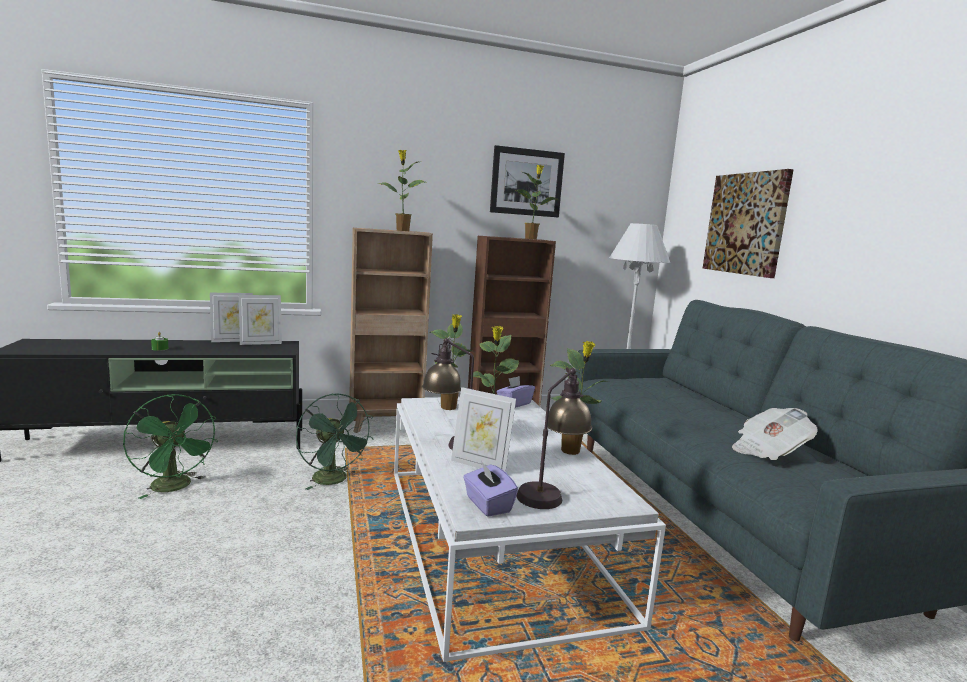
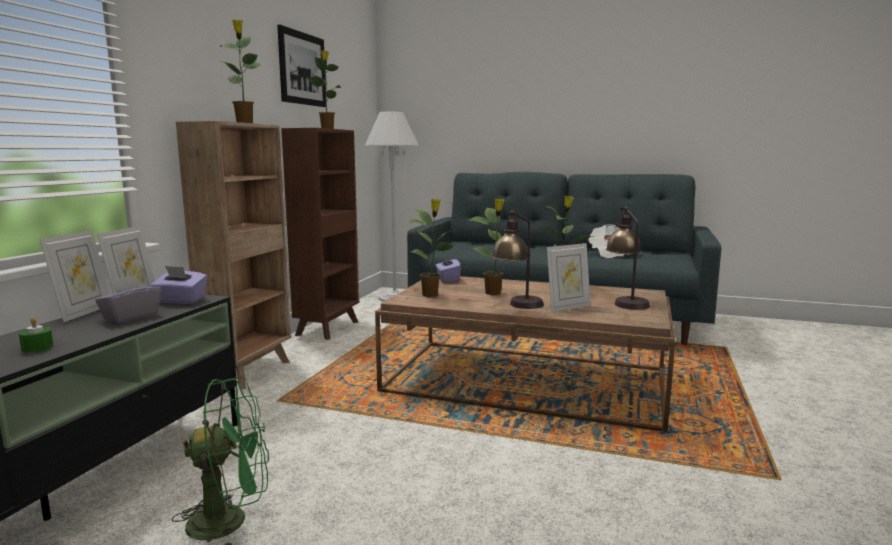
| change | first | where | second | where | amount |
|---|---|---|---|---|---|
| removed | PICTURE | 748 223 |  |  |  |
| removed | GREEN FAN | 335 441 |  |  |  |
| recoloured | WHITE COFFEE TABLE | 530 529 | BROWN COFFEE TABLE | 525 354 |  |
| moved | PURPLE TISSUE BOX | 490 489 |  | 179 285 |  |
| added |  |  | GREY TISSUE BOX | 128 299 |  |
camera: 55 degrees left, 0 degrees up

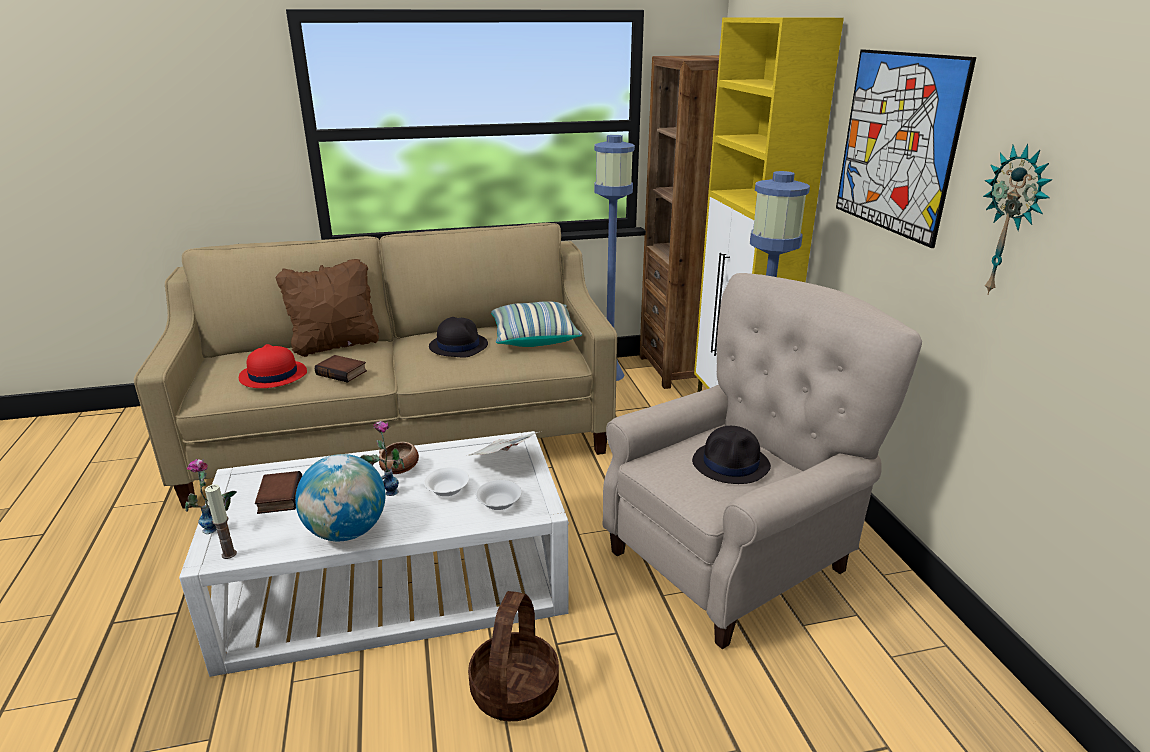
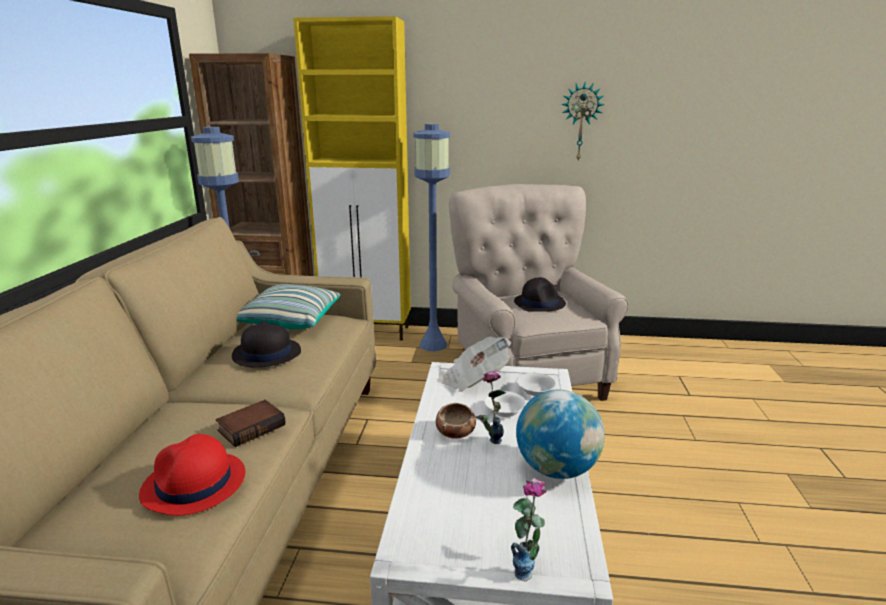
| change | first | where | second | where | amount |
|---|---|---|---|---|---|
| removed | PICTURE | 906 148 |  |  |  |
| removed | BROWN PILLOW | 327 308 |  |  |  |
| removed | BOOK | 278 492 |  |  |  |
| removed | CANDLE | 221 521 |  |  |  |
| removed | BASKET | 513 656 |  |  |  |
camera: 70 degrees left, 5 degrees down

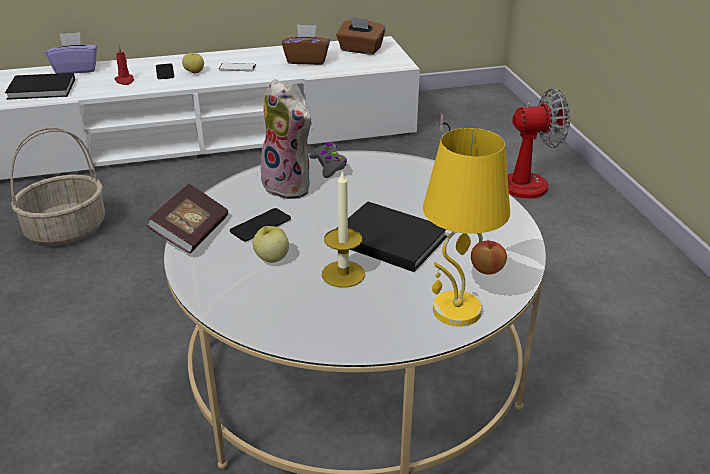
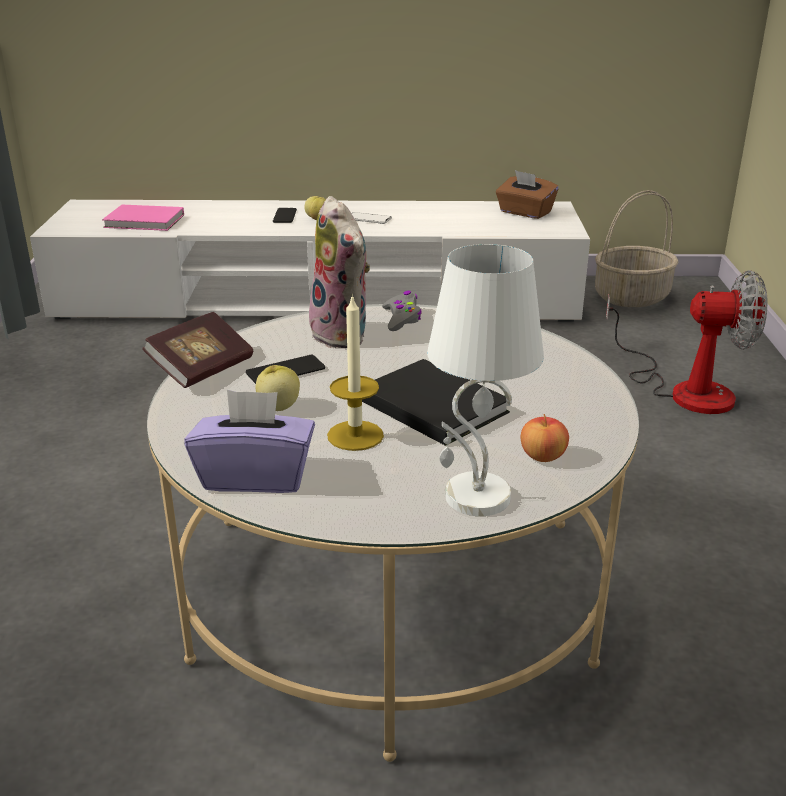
| change | first | where | second | where | amount |
|---|---|---|---|---|---|
| removed | BROWN TISSUE BOX | 306 44 |  |  |  |
| moved | PURPLE TISSUE BOX | 71 53 |  | 249 441 |  |
| removed | RED CANDLE | 124 65 |  |  |  |
| recoloured | BLACK BOOK | 40 86 | PINK BOOK | 143 218 |  |
| moved | BASKET | 58 186 |  | 636 248 |  |
| recoloured | YELLOW TABLE LAMP | 466 227 | WHITE TABLE LAMP | 485 380 |  |
camera: 15 degrees right, 5 degrees down

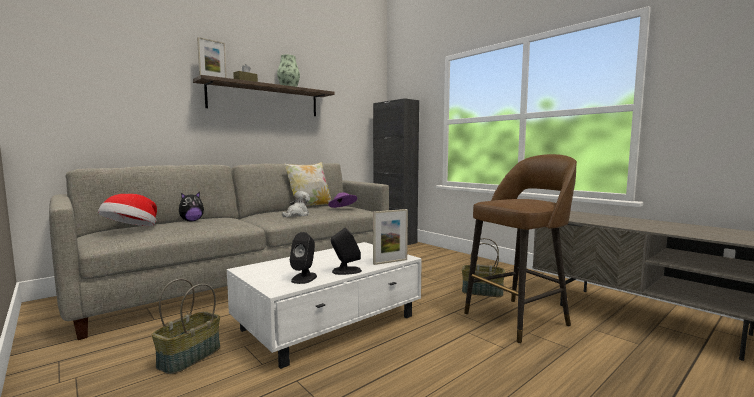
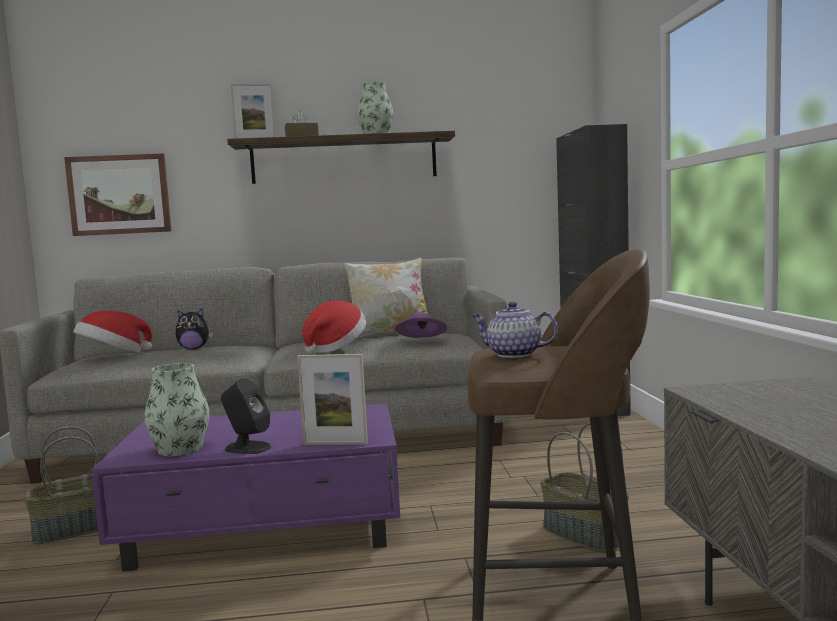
| change | first | where | second | where | amount |
|---|---|---|---|---|---|
| replaced | PLUSH TOY | 296 204 | HAT | 334 327 |  |
| replaced | BLACK SPEAKER | 303 258 | VASE | 177 409 |  |
| recoloured | WHITE COFFEE TABLE | 324 305 | PURPLE COFFEE TABLE | 245 488 |  |
| added |  |  | PICTURE | 117 194 |  |
| added |  |  | TEAPOT | 514 330 |  |
camera: 35 degrees right, 0 degrees up

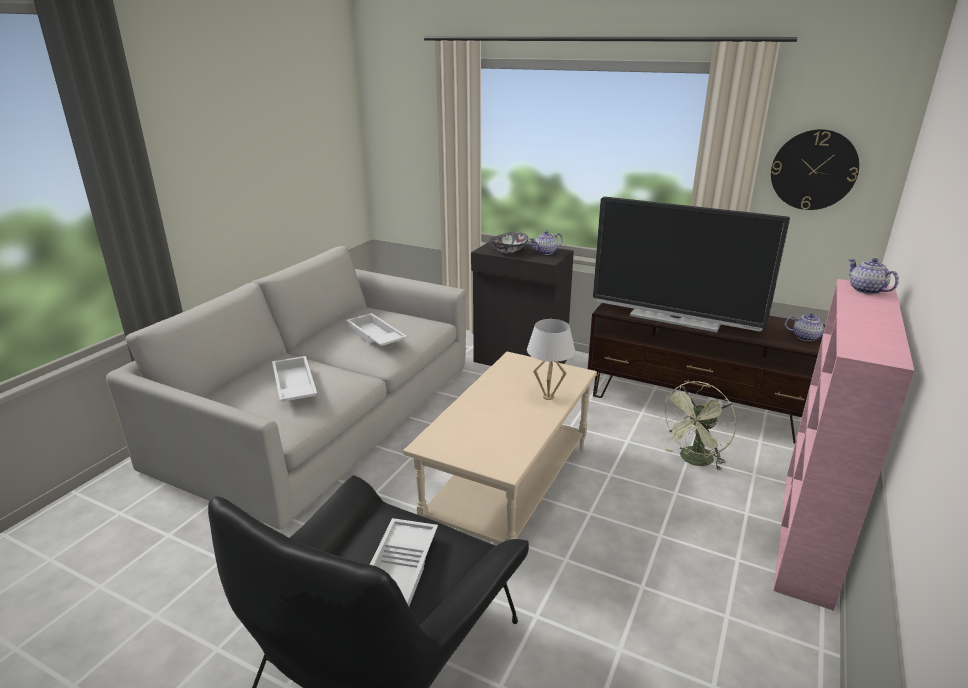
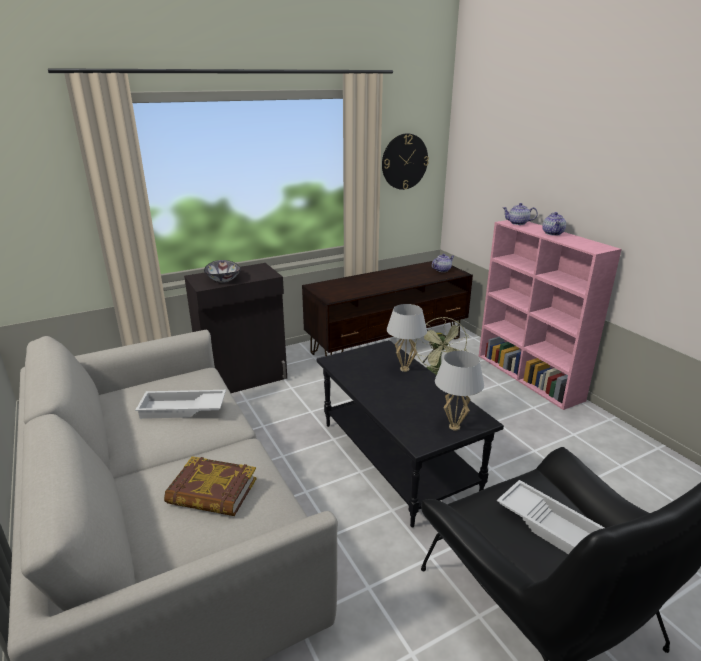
| change | first | where | second | where | amount |
|---|---|---|---|---|---|
| removed | TELEVISION | 691 264 |  |  |  |
| moved | TEAPOT | 546 243 |  | 554 224 |  |
| recoloured | BEIGE COFFEE TABLE | 500 448 | BLACK COFFEE TABLE | 410 433 |  |
| replaced | WHITE TRAY | 294 379 | BOOK | 210 486 |  |
| added |  |  | WHITE TABLE LAMP | 459 391 |  |
camera: 55 degrees left, 0 degrees up

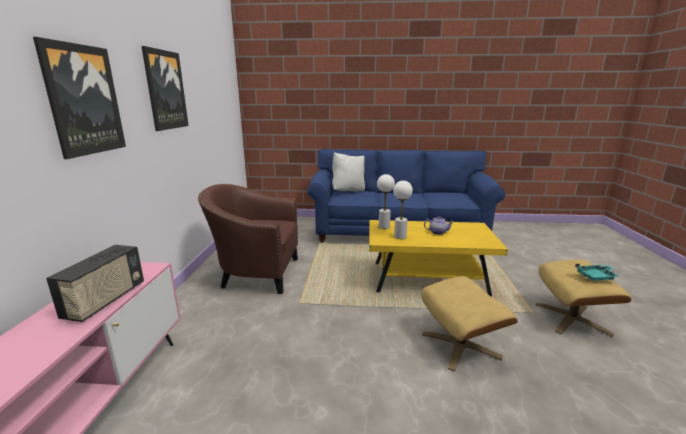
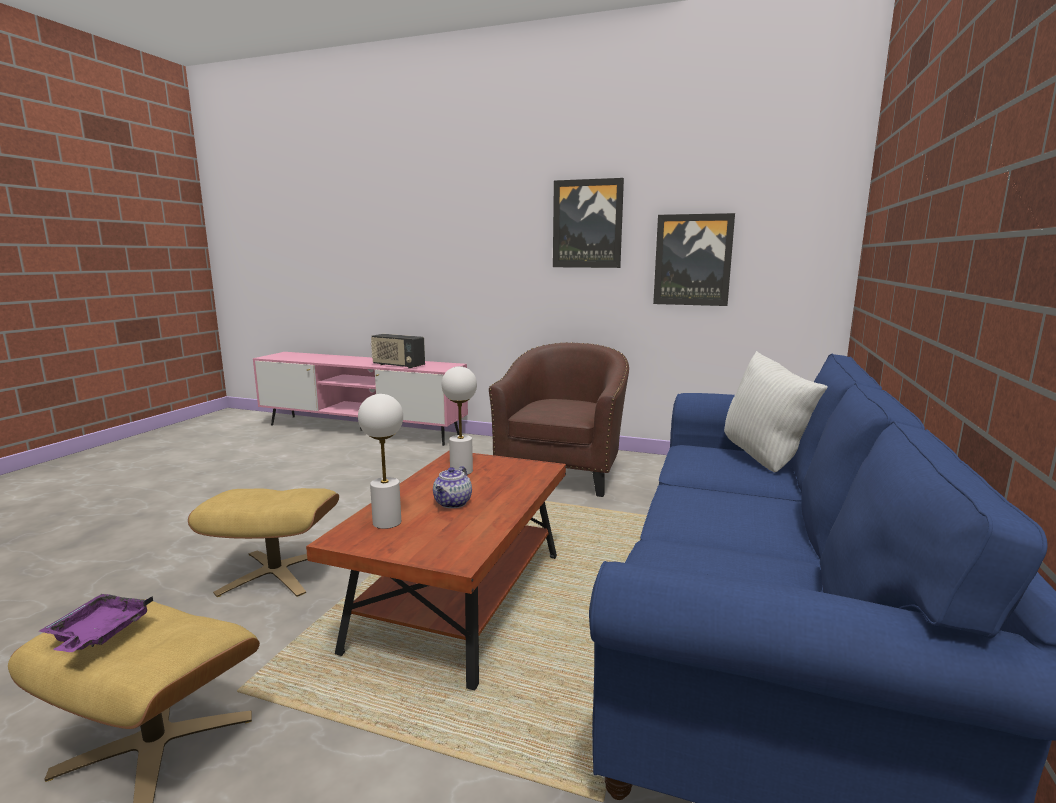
| change | first | where | second | where | amount |
|---|---|---|---|---|---|
| moved | PICTURE | 79 98 |  | 694 259 |  |
| moved | WHITE TABLE LAMP | 386 201 |  | 380 461 |  |
| recoloured | YELLOW COFFEE TABLE | 438 258 | BROWN COFFEE TABLE | 436 570 |  |
| recoloured | TURQUOISE TRAY | 597 272 | PURPLE TRAY | 96 623 |  |
camera: 105 degrees right, 5 degrees down

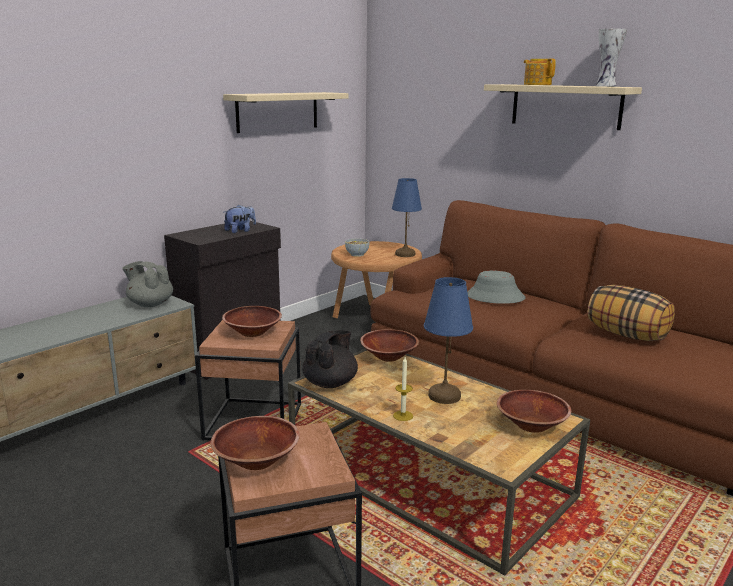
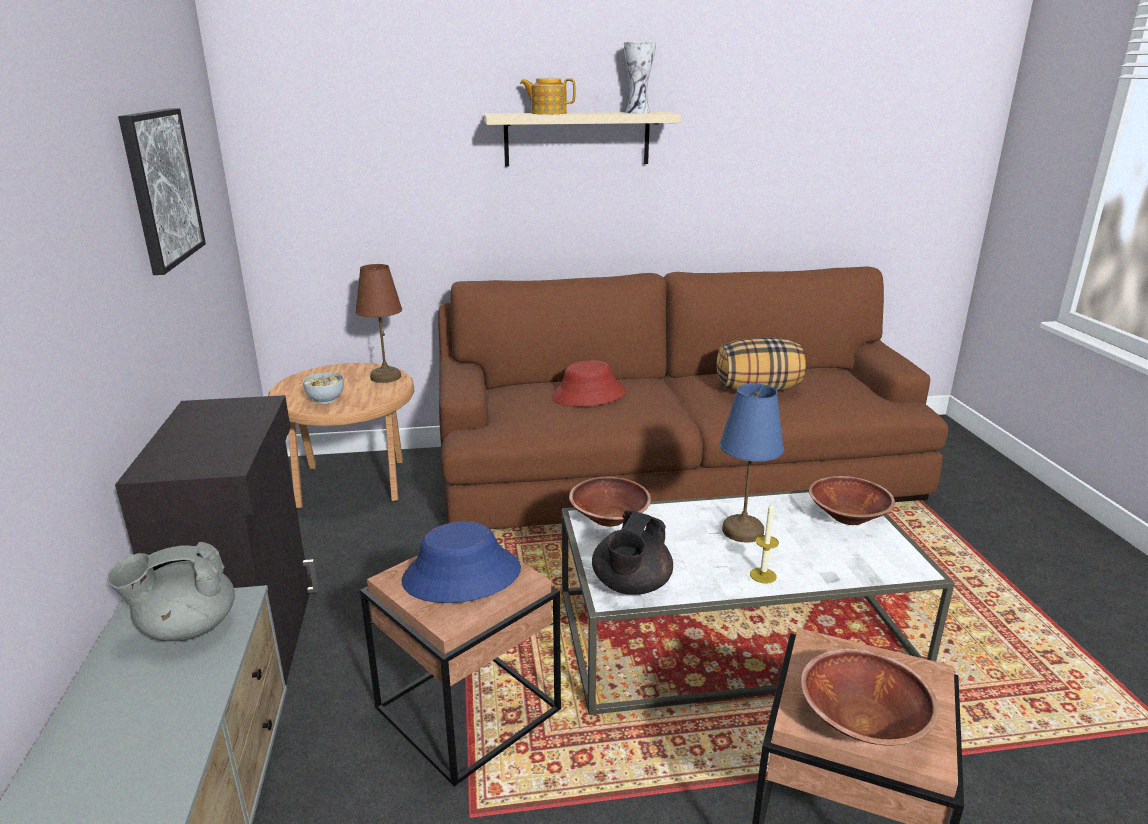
| change | first | where | second | where | amount |
|---|---|---|---|---|---|
| replaced | BEIGE SHELF | 285 112 | PICTURE | 162 191 |  |
| recoloured | BLUE TABLE LAMP | 407 217 | BROWN TABLE LAMP | 378 323 |  |
| removed | PLUSH TOY | 240 218 |  |  |  |
| recoloured | GREY HAT | 496 287 | RED HAT | 588 383 |  |
| replaced | BROWN BOWL | 252 321 | BLUE HAT | 461 562 |  |
| turned | BLACK TEAPOT | 330 359 |  | 632 552 | 135 degrees counterclockwise |
| recoloured | BROWN COFFEE TABLE | 439 462 | WHITE COFFEE TABLE | 758 602 |  |
camera: 50 degrees left, 5 degrees up

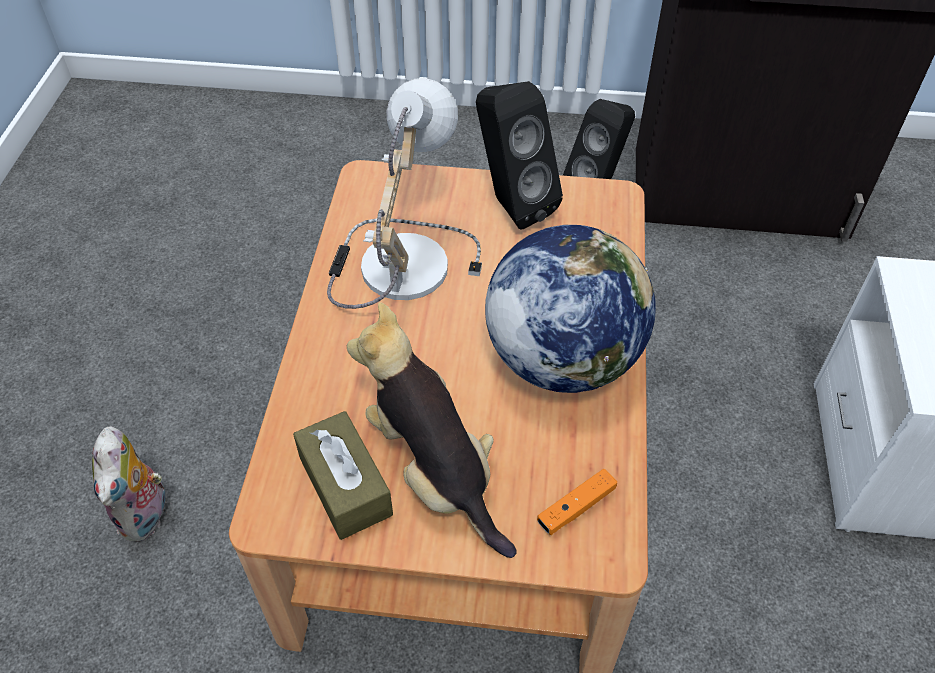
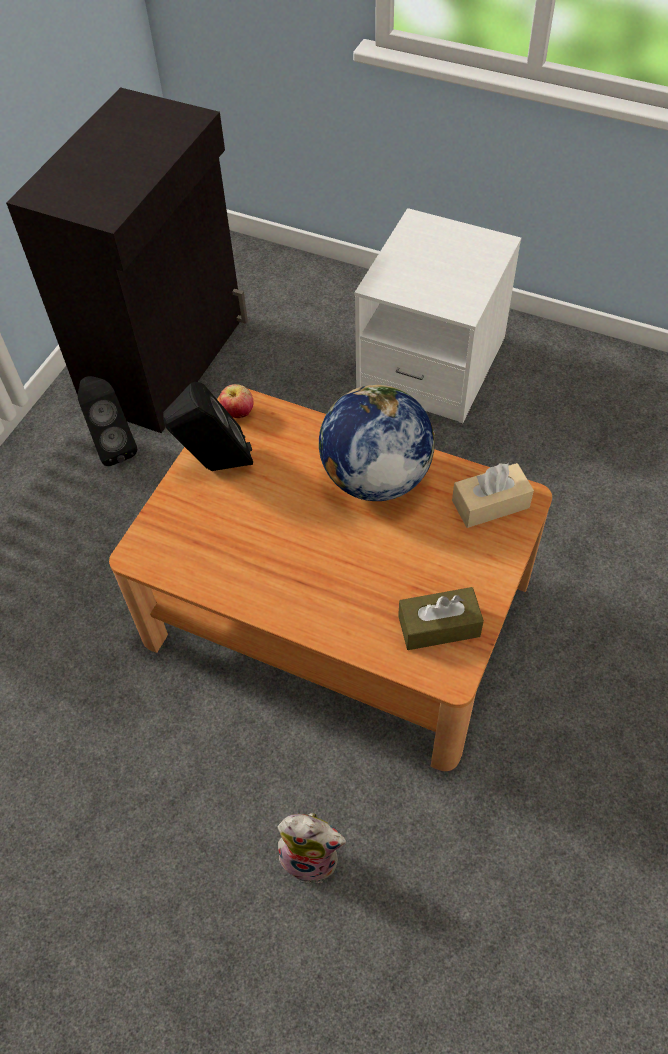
| change | first | where | second | where | amount |
|---|---|---|---|---|---|
| removed | TABLE LAMP | 404 193 |  |  |  |
| removed | PLUSH TOY | 431 430 |  |  |  |
| replaced | ORANGE GAME CONTROLLER | 577 502 | BEIGE TISSUE BOX | 493 495 |  |
| added |  |  | APPLE | 236 401 |  |
camera: 70 degrees left, 5 degrees up

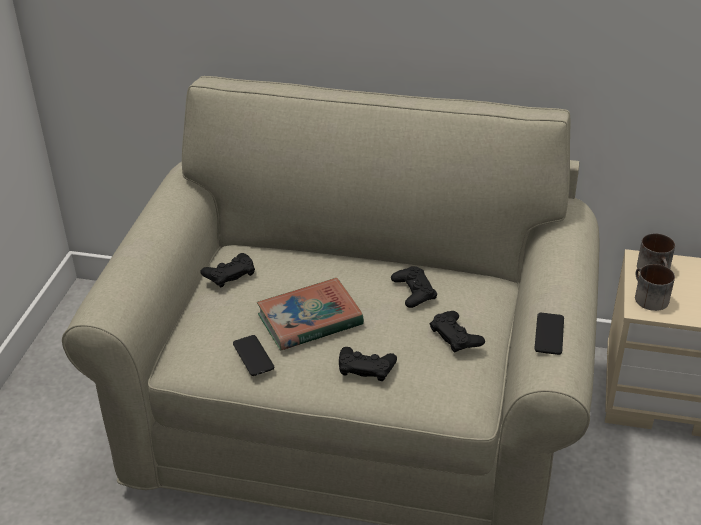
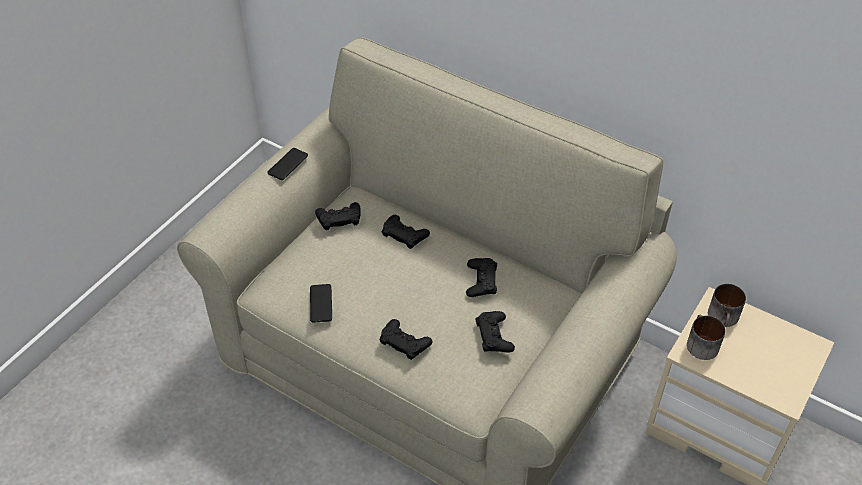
| change | first | where | second | where | amount |
|---|---|---|---|---|---|
| removed | BOOK | 310 314 |  |  |  |
| moved | PHONE | 549 334 |  | 288 164 |  |
| added |  |  | BLACK GAME CONTROLLER | 406 232 |  |
camera: 20 degrees right, 10 degrees up

